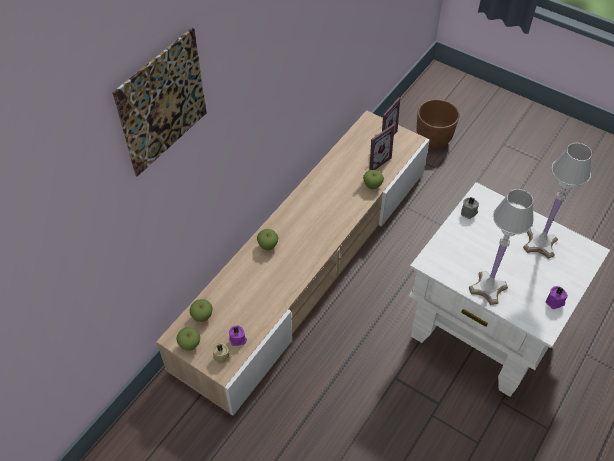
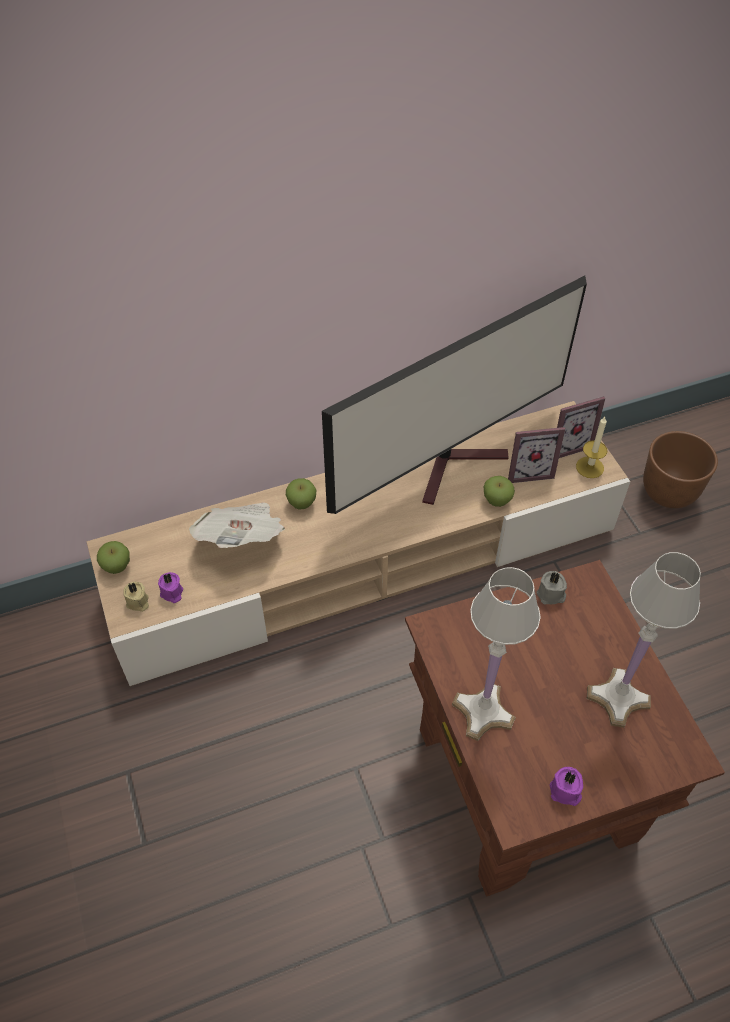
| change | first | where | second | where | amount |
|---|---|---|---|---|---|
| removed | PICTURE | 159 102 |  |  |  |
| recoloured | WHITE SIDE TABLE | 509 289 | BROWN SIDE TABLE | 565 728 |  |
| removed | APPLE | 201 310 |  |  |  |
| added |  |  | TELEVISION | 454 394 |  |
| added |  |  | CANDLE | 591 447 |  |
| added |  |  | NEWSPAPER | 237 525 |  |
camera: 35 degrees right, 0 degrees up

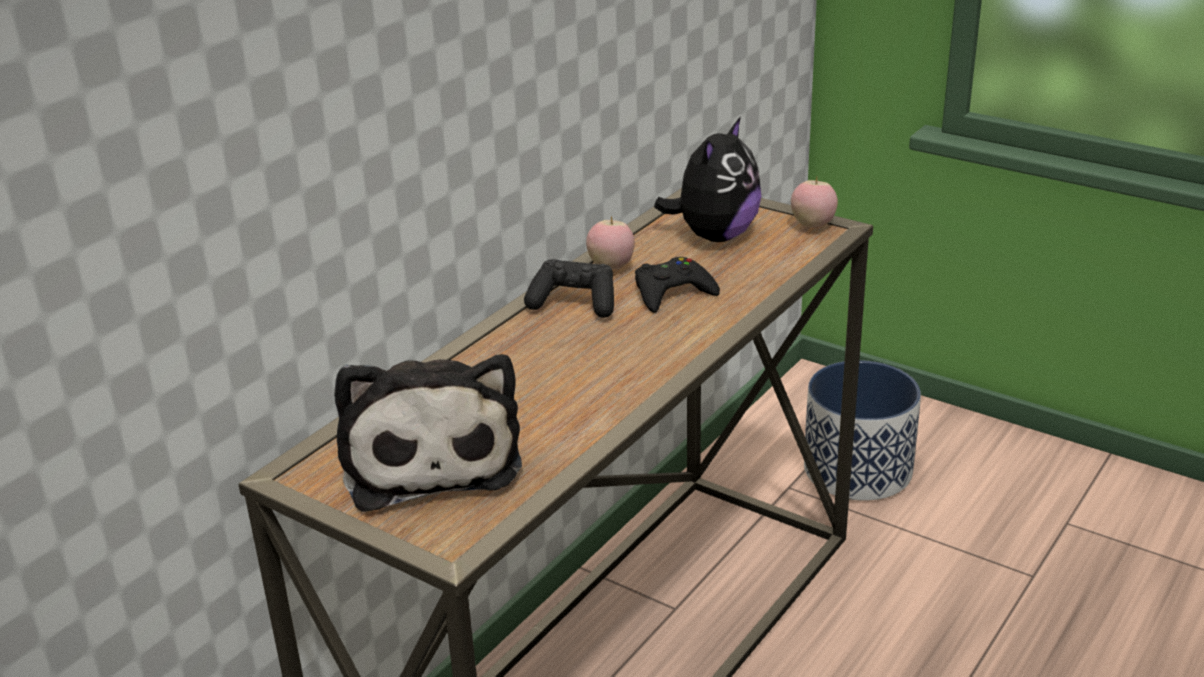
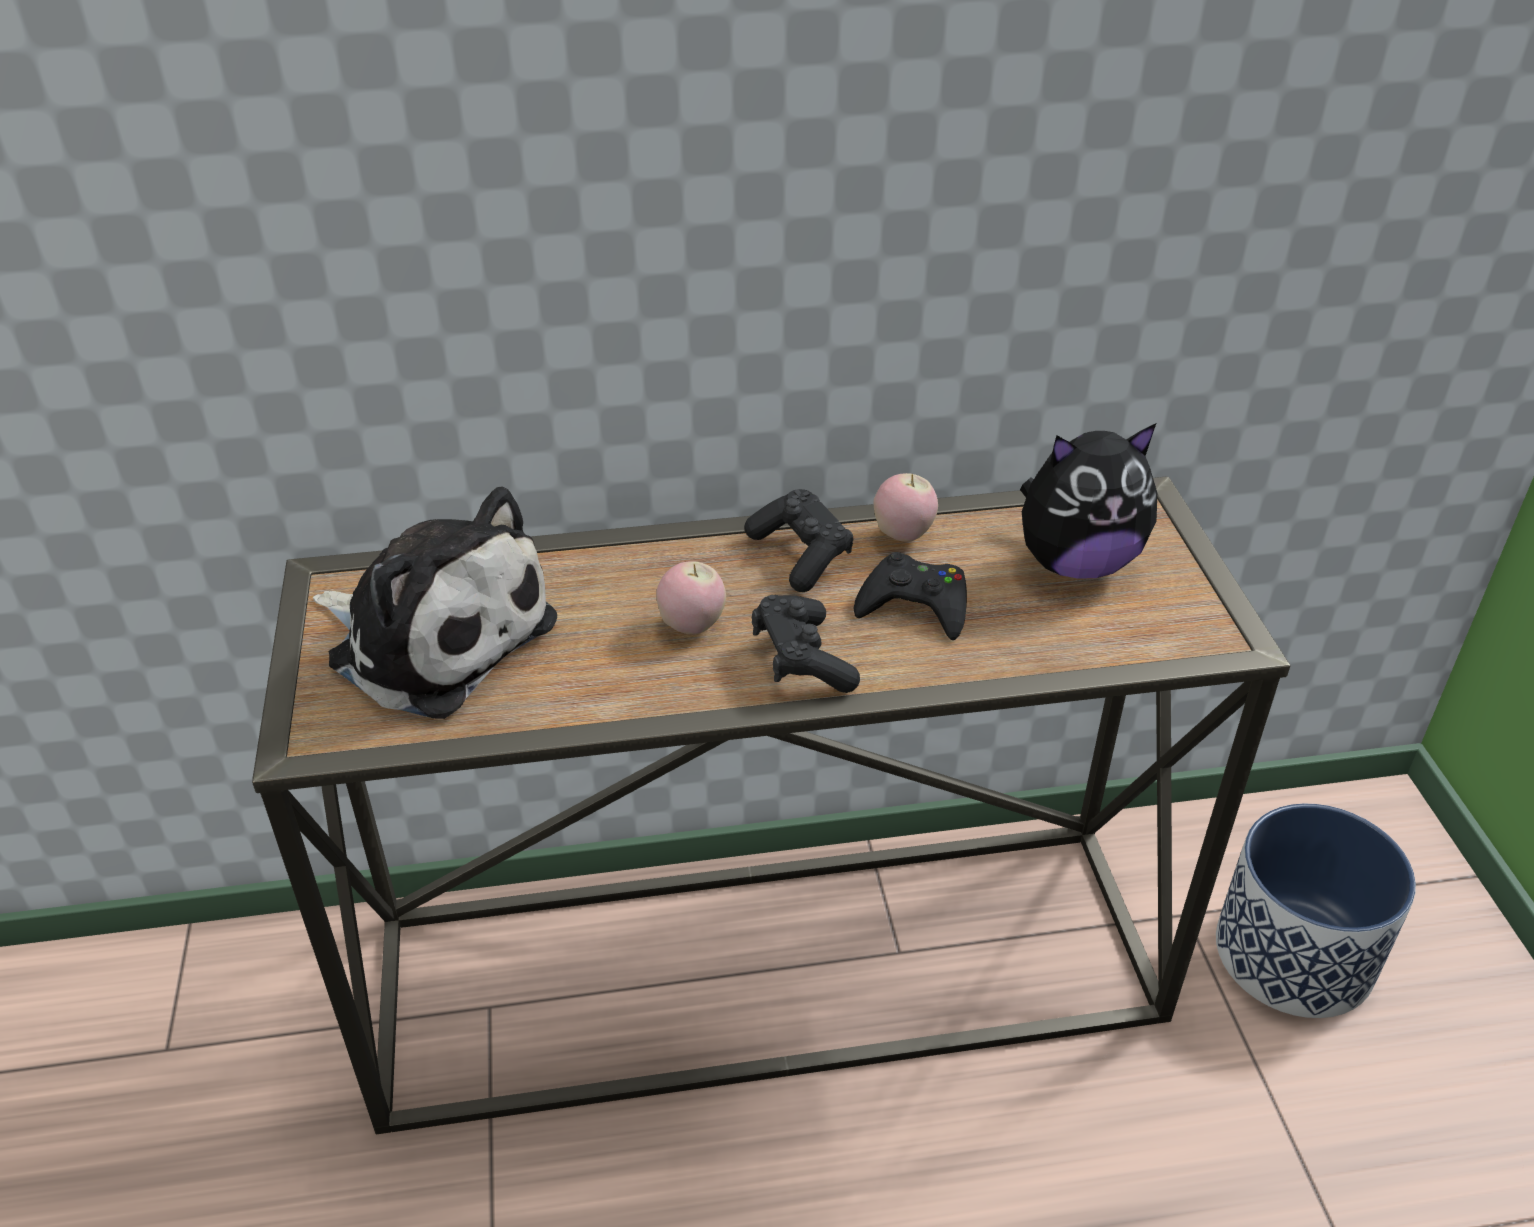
| change | first | where | second | where | amount |
|---|---|---|---|---|---|
| moved | APPLE | 814 202 |  | 691 598 |  |
| turned | PLUSH TOY | 428 433 |  | 435 602 | 90 degrees counterclockwise |
| added |  |  | BLACK GAME CONTROLLER | 806 644 |  |
camera: 45 degrees right, 10 degrees up

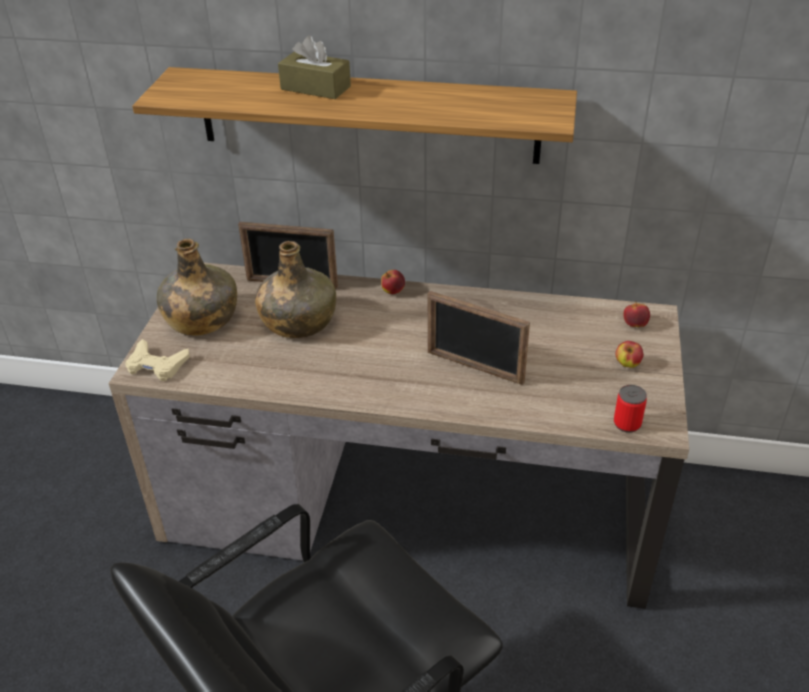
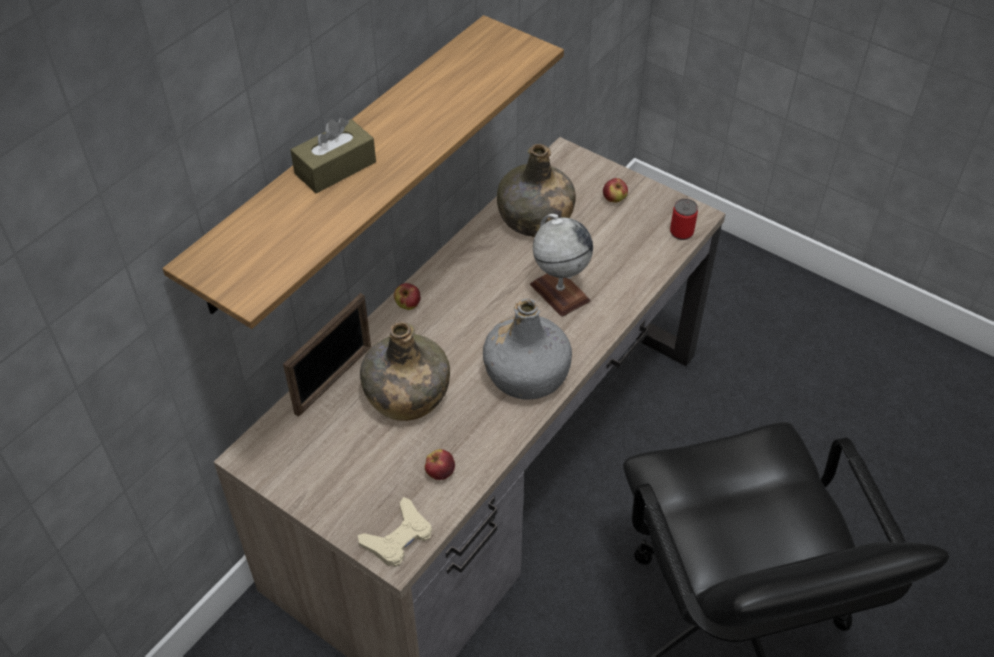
| change | first | where | second | where | amount |
|---|---|---|---|---|---|
| moved | GREEN BOTTLE | 197 287 |  | 536 190 |  |
| replaced | PICTURE FRAME | 479 338 | GLOBE | 561 265 |  |
| moved | APPLE | 637 314 |  | 440 464 |  |
| added |  |  | GREY BOTTLE | 527 349 |  |
camera: 65 degrees left, 10 degrees up

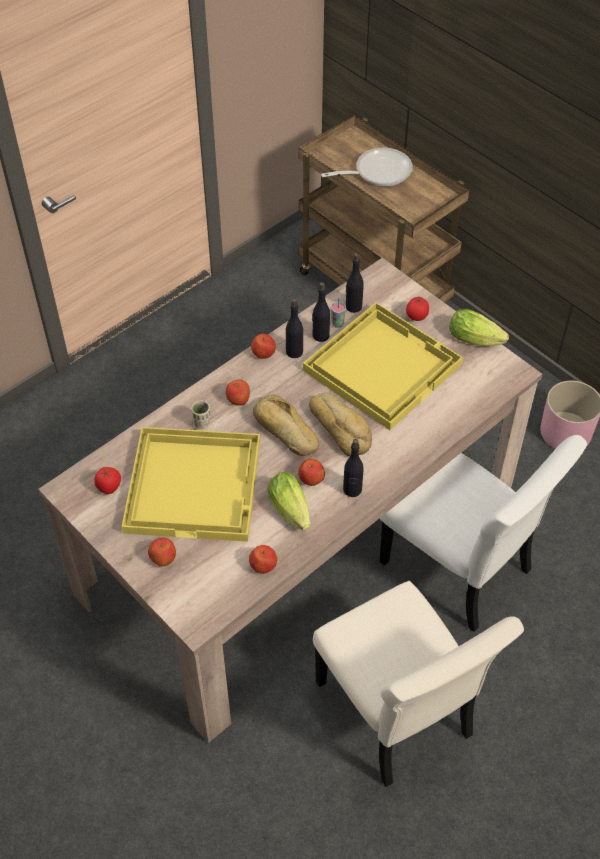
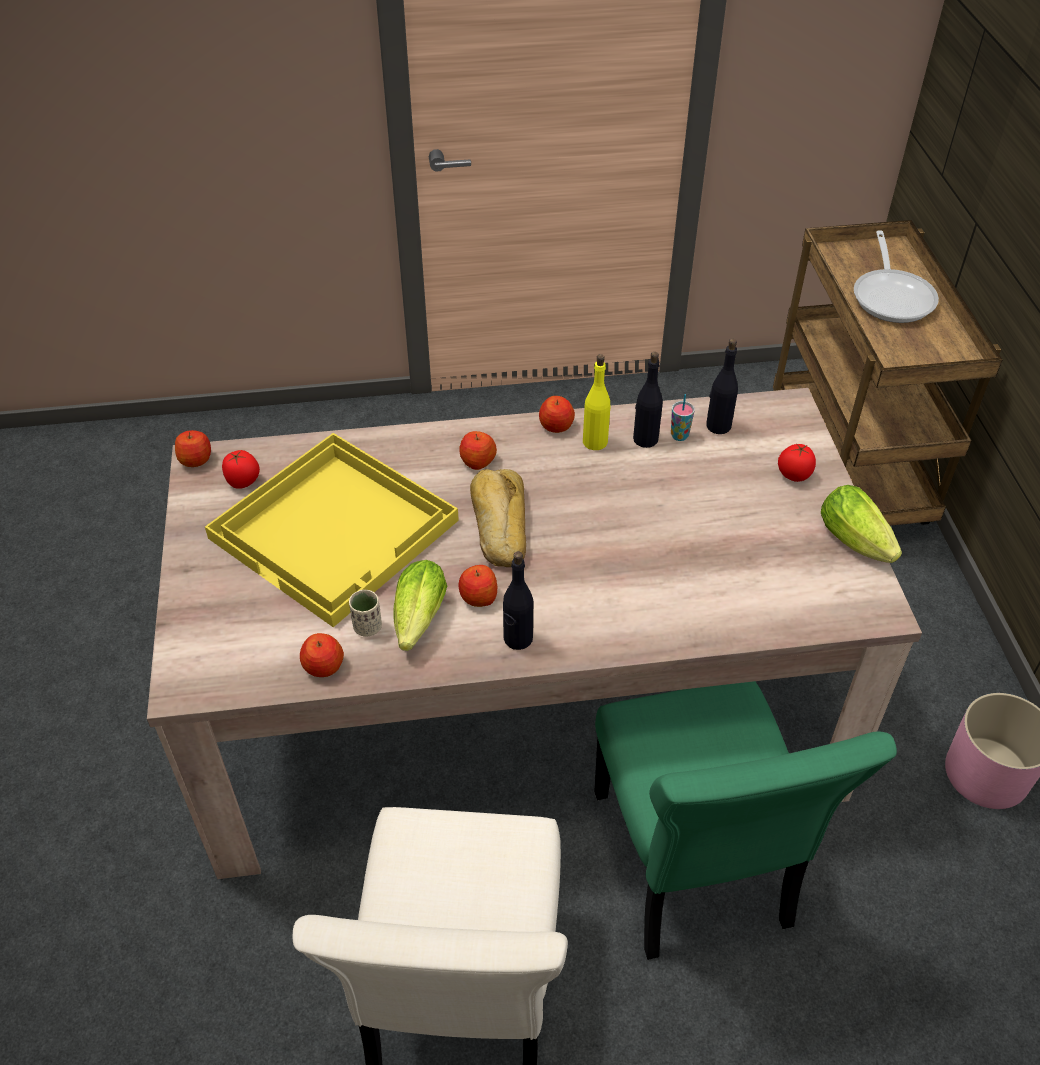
| change | first | where | second | where | amount |
|---|---|---|---|---|---|
| turned | FRYING PAN | 367 167 |  | 896 276 | 75 degrees clockwise |
| recoloured | BLACK BOTTLE | 294 328 | YELLOW BOTTLE | 596 402 |  |
| removed | YELLOW TRAY | 383 366 |  |  |  |
| removed | BREAD | 340 424 |  |  |  |
| moved | BEIGE CUP | 201 415 |  | 365 613 |  |
| recoloured | WHITE CHAIR | 483 533 | GREEN CHAIR | 745 820 |  |
| moved | APPLE | 162 551 |  | 193 448 |  |
camera: 35 degrees right, 5 degrees down

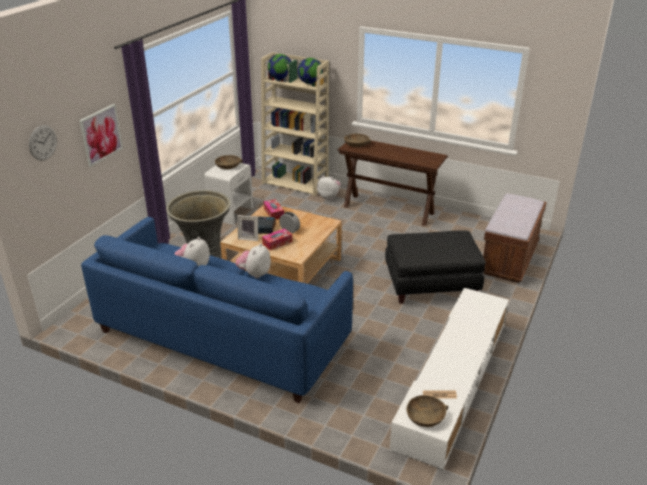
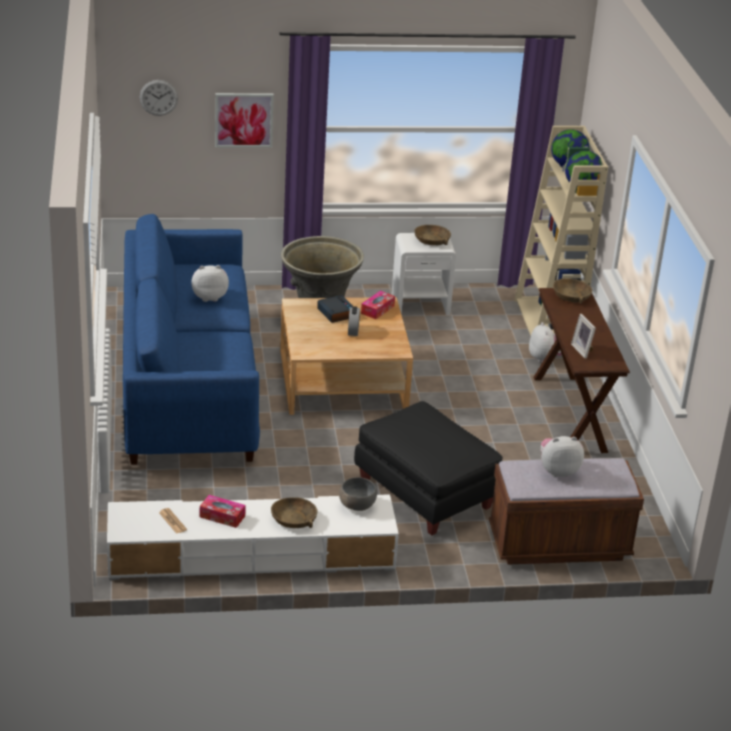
| change | first | where | second | where | amount |
|---|---|---|---|---|---|
| moved | PICTURE FRAME | 247 228 |  | 583 336 |  |
| moved | TISSUE BOX | 277 239 |  | 223 511 |  |
| moved | PLUSH TOY | 253 261 |  | 562 456 |  |
| moved | BROWN BOWL | 427 411 |  | 294 512 |  |
| added |  |  | GREY BOWL | 358 494 |  |
camera: 55 degrees right, 0 degrees up

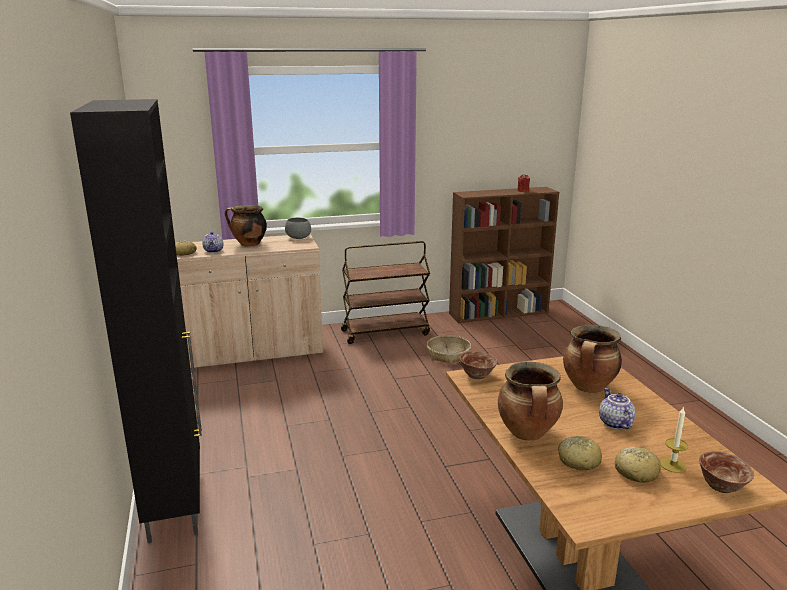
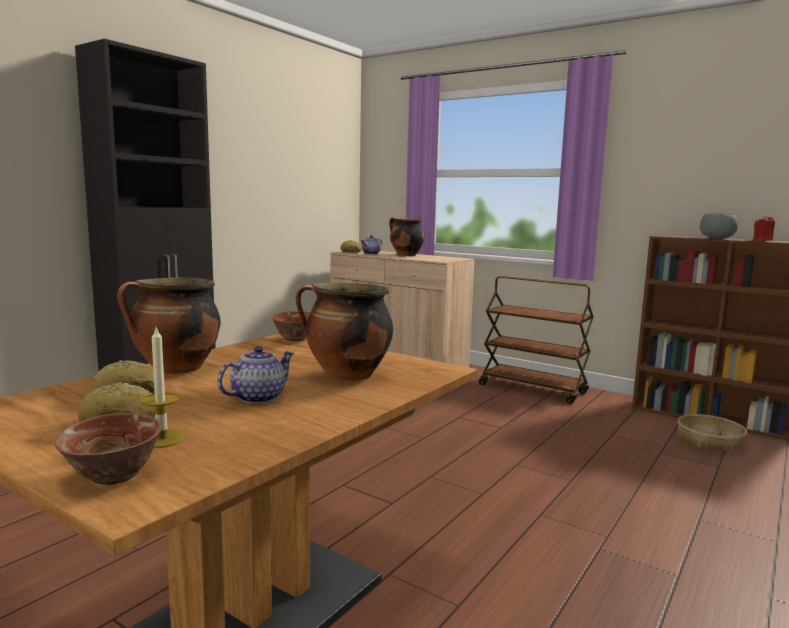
| change | first | where | second | where | amount |
|---|---|---|---|---|---|
| moved | GREY BOWL | 298 228 |  | 719 226 |  |
| moved | BASKET | 449 349 |  | 712 433 |  |
camera: 50 degrees right, 10 degrees down

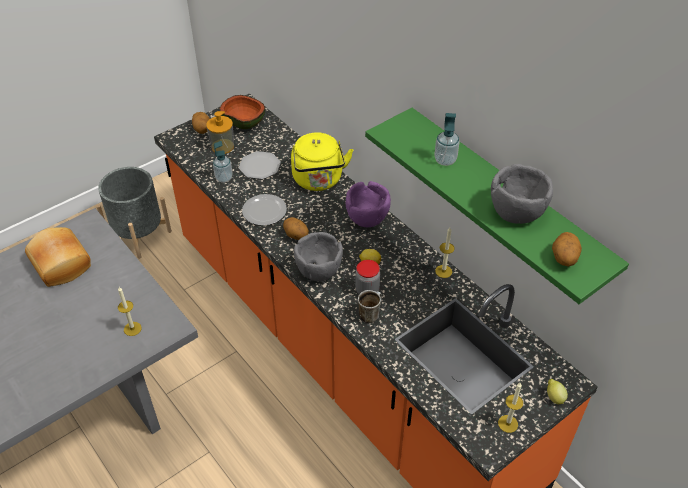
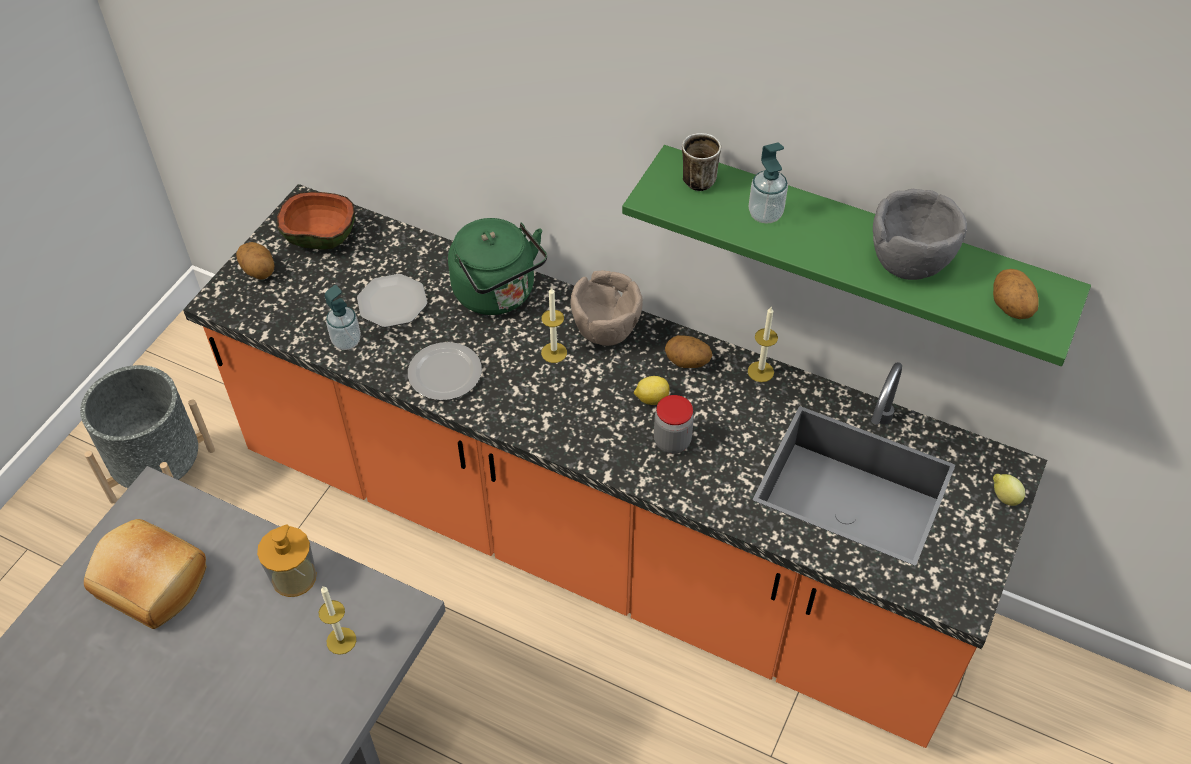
| change | first | where | second | where | amount |
|---|---|---|---|---|---|
| moved | SOAP DISPENSER | 220 132 |  | 286 560 |  |
| recoloured | YELLOW KETTLE | 322 161 | GREEN KETTLE | 497 266 |  |
| recoloured | PURPLE BOWL | 368 204 | BROWN BOWL | 606 308 |  |
| moved | POTATO | 296 228 |  | 689 351 |  |
| removed | GREY BOWL | 318 256 |  |  |  |
| moved | MUG | 370 306 |  | 701 162 |  |
| moved | CANDLE | 510 408 |  | 554 325 |  |
camera: 25 degrees left, 5 degrees up

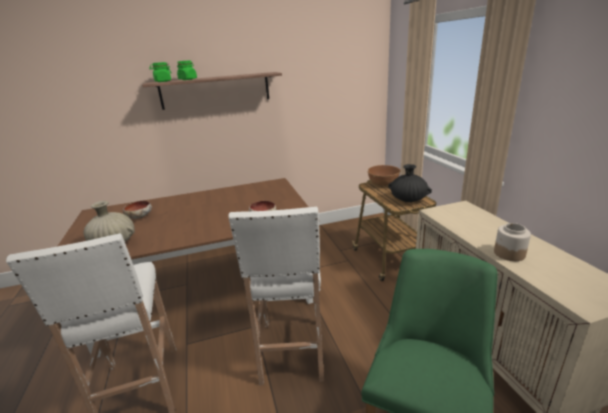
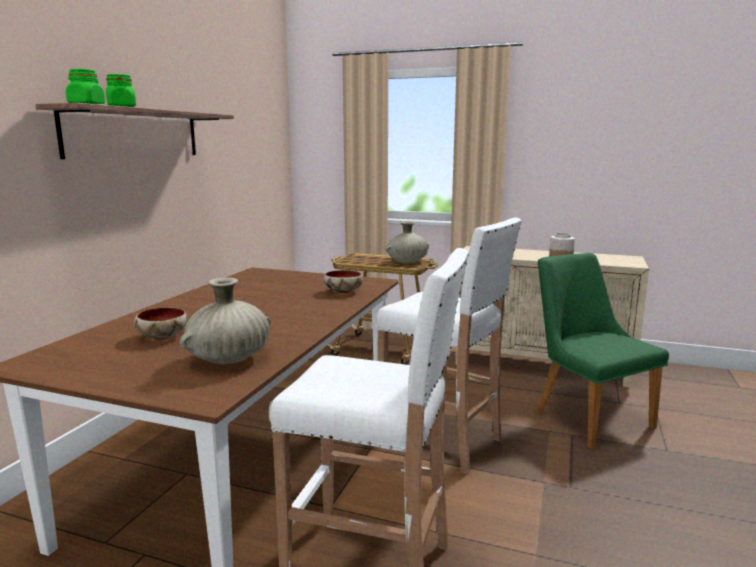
| change | first | where | second | where | amount |
|---|---|---|---|---|---|
| recoloured | BLACK VASE | 410 183 | BEIGE VASE | 407 242 |  |
| removed | BROWN BOWL | 384 175 |  |  |  |
camera: 55 degrees left, 10 degrees down

